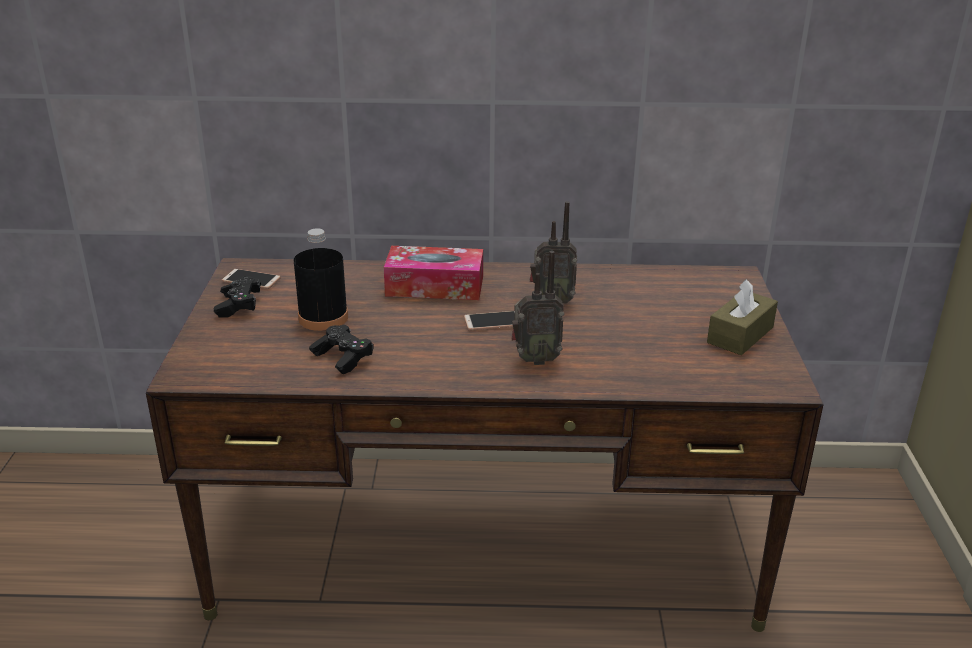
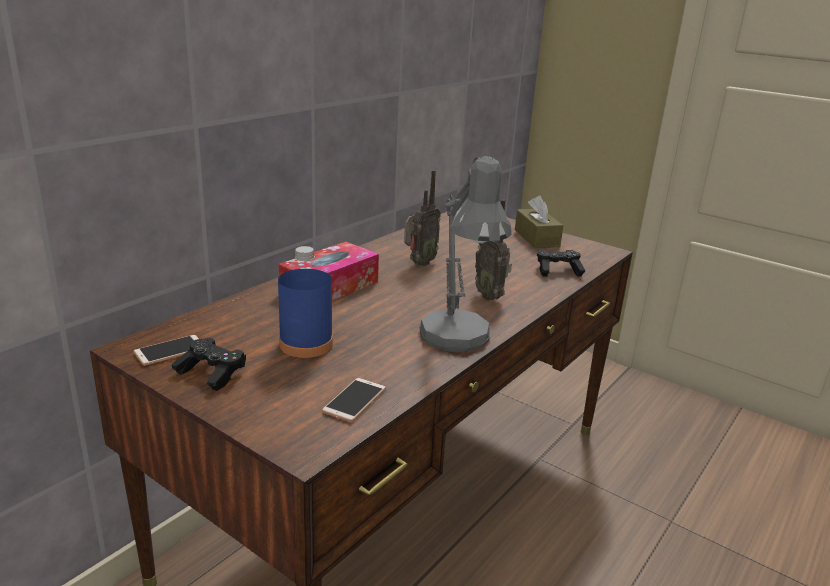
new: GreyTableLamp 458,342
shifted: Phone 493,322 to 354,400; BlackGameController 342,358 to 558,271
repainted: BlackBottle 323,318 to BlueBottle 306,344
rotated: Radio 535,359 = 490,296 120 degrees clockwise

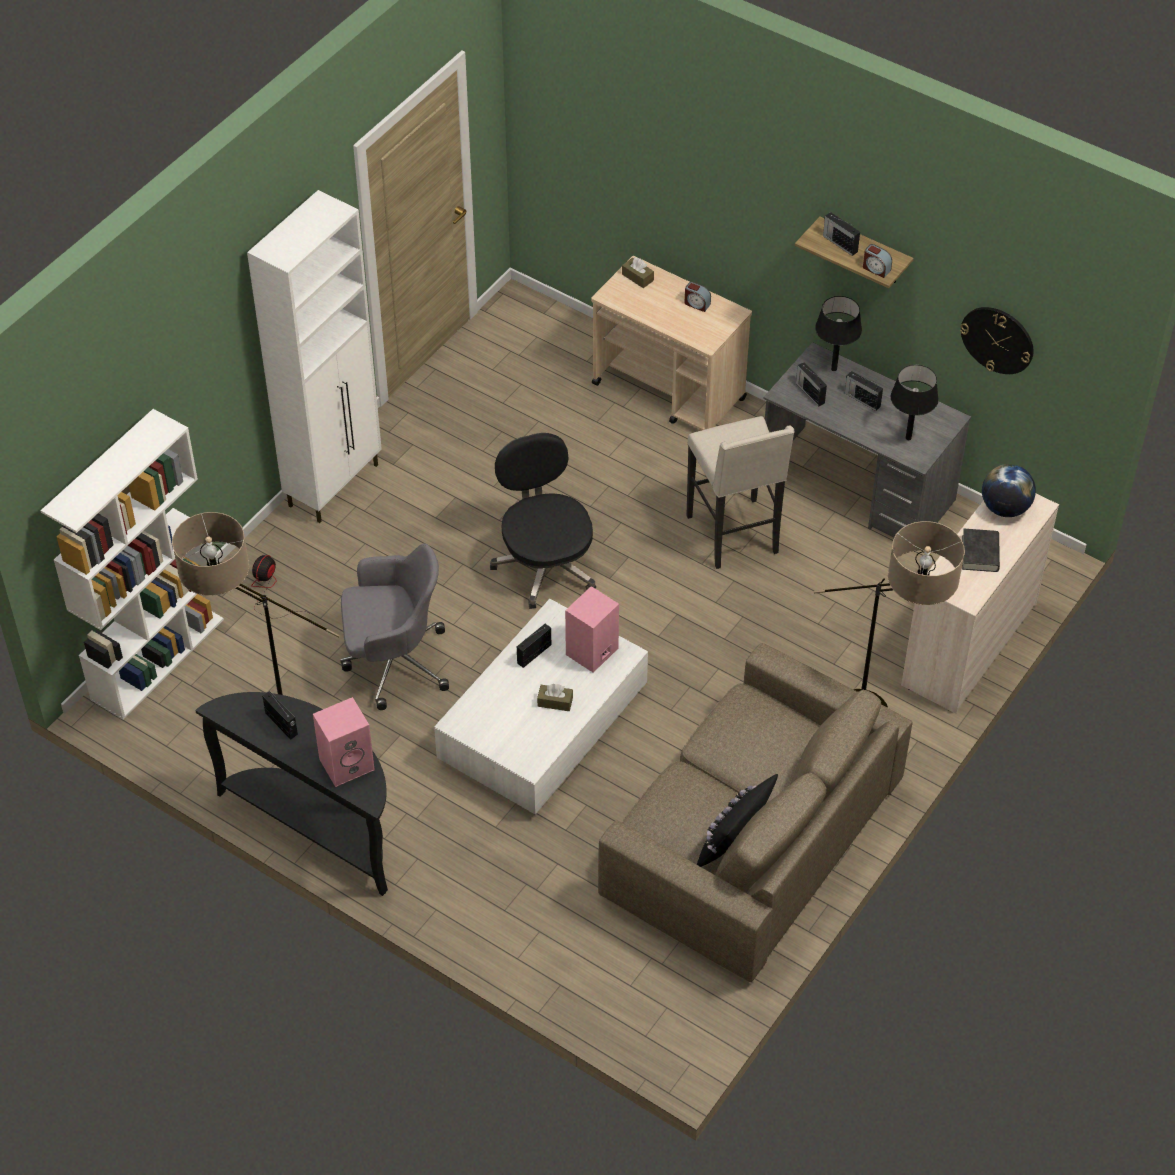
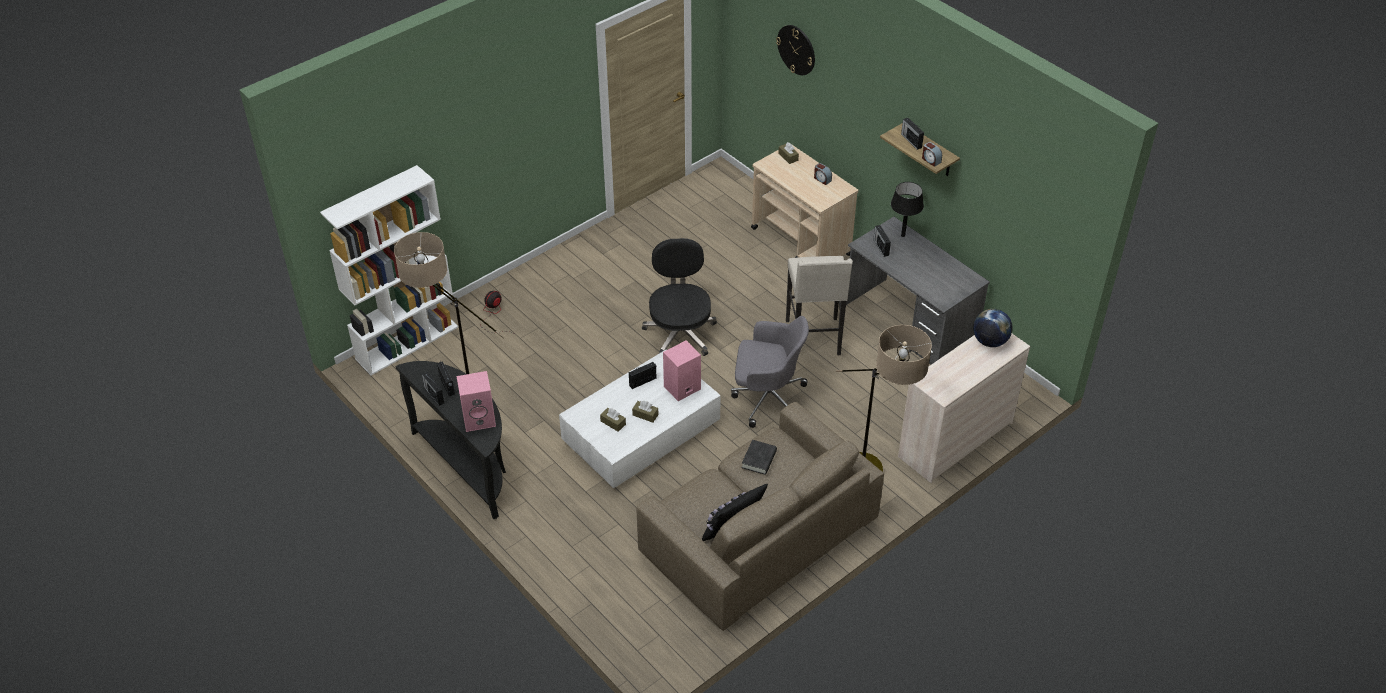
gone: WhiteCabinet 334,484; BlackTableLamp 908,438
new: BrownTissueBox 613,423
shifted: Radio 862,399 to 434,395; GreyOfficeChair 394,662 to 767,398; BlackBook 980,553 to 759,459; WallClock 997,339 to 796,49

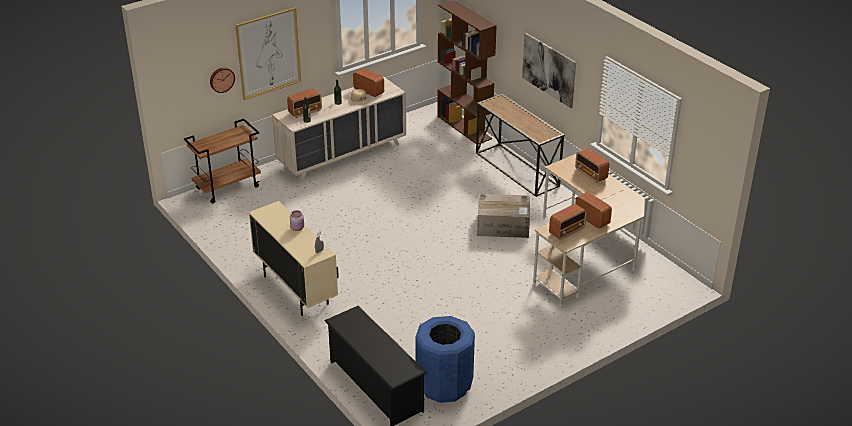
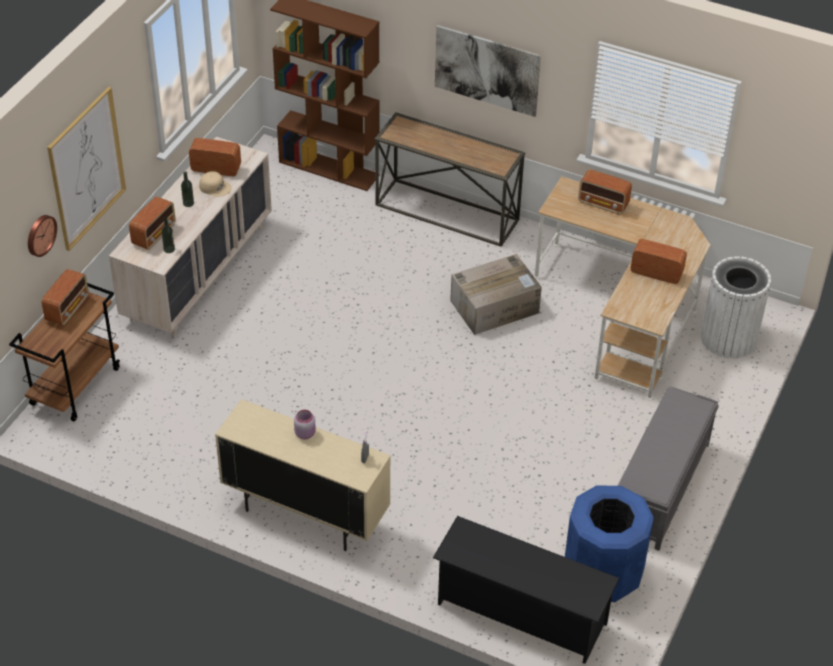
new: GreyBench 660,488; WhiteTrashCan 728,338
shifted: Radio 567,231 to 68,309

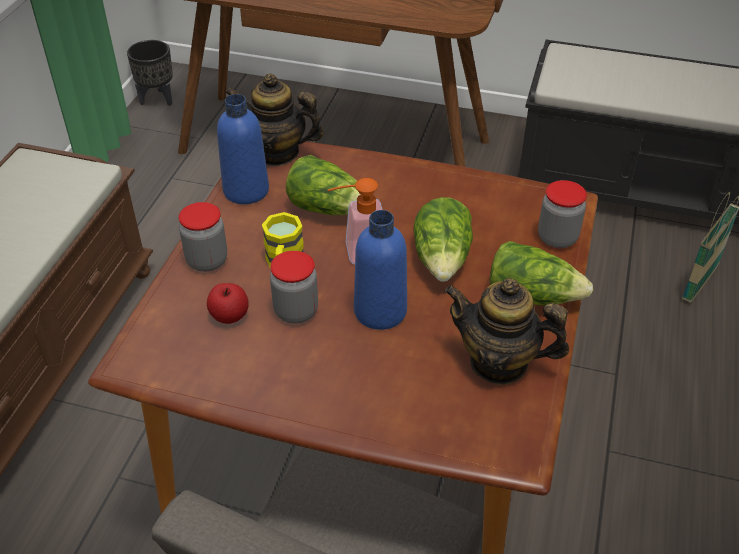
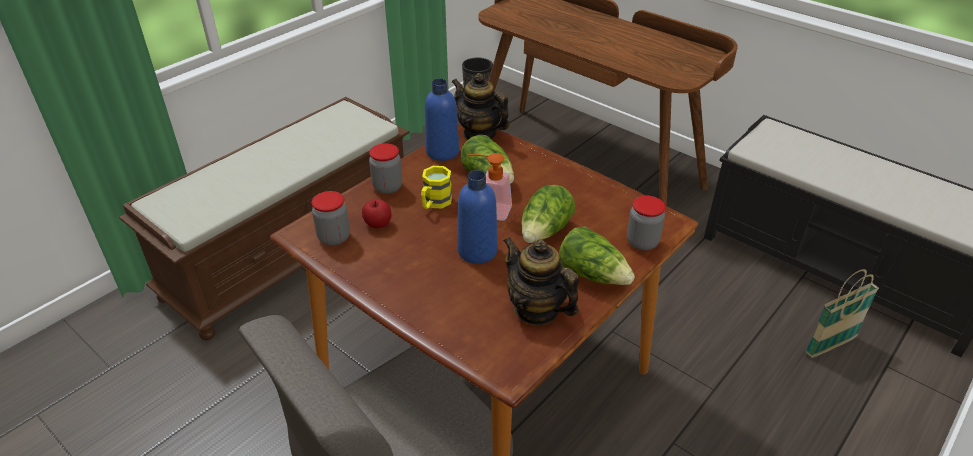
shifted: Jar 296,311 to 334,237

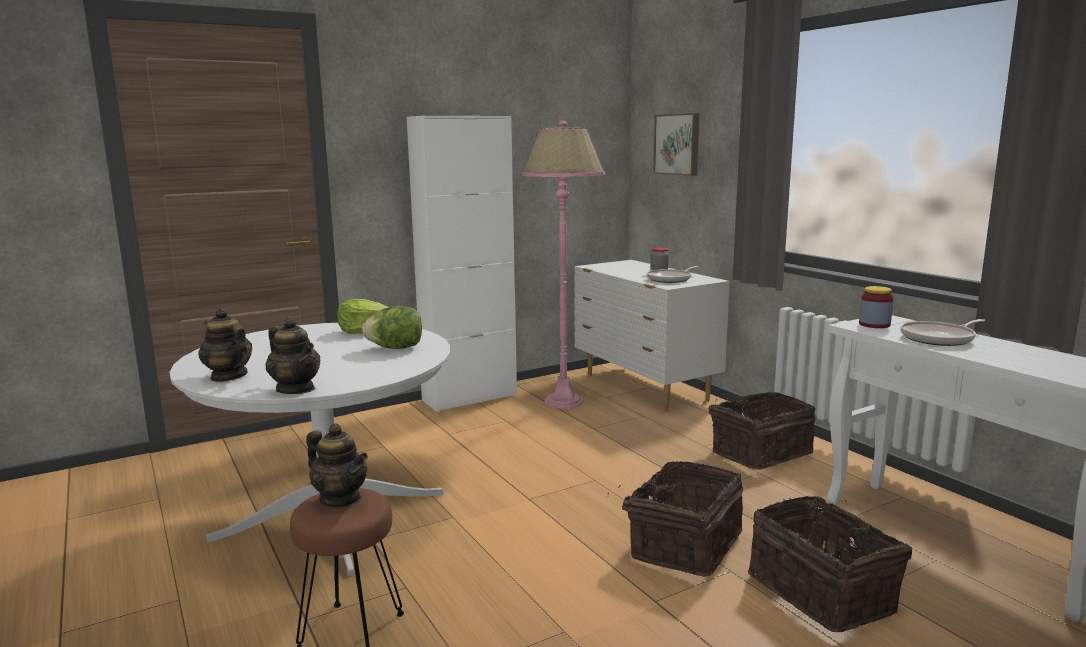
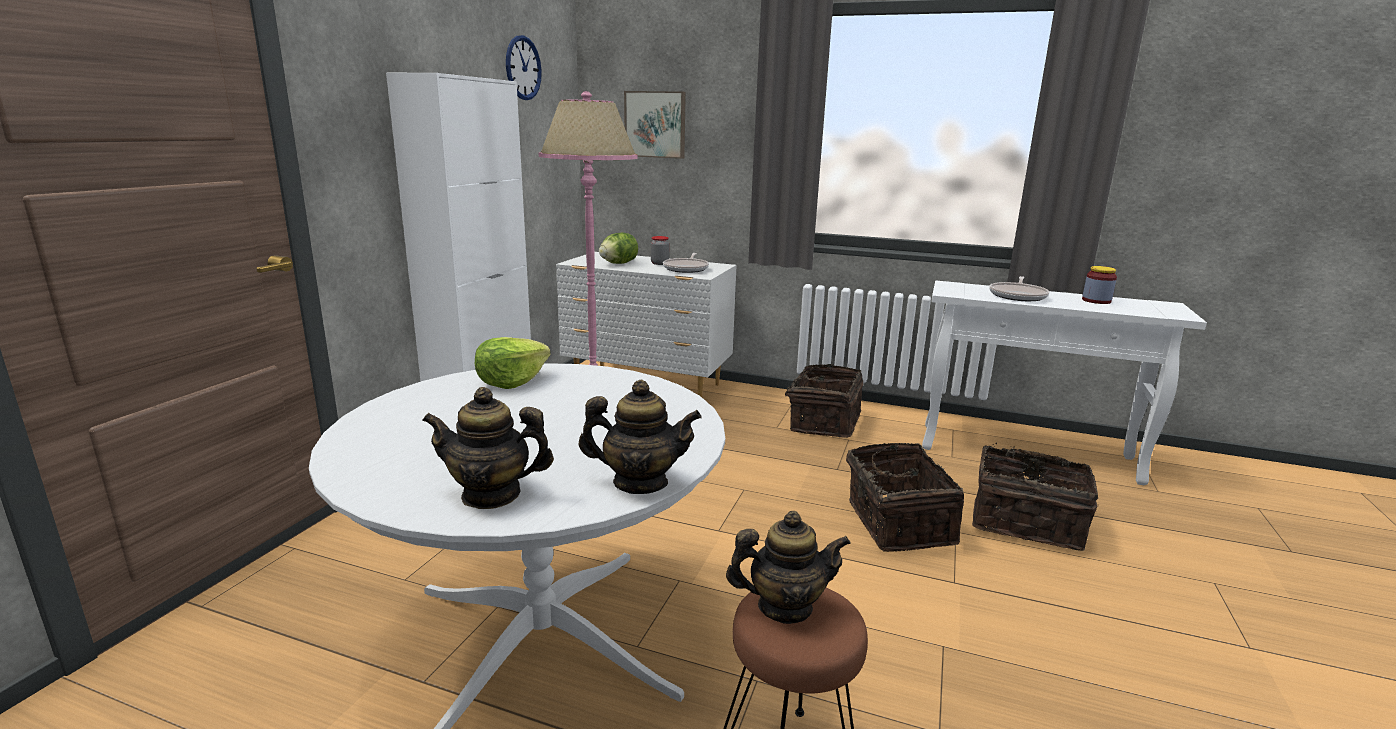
new: WallClock 523,68
shifted: Lettuce 396,348 to 618,263; Jar 874,324 to 1096,301

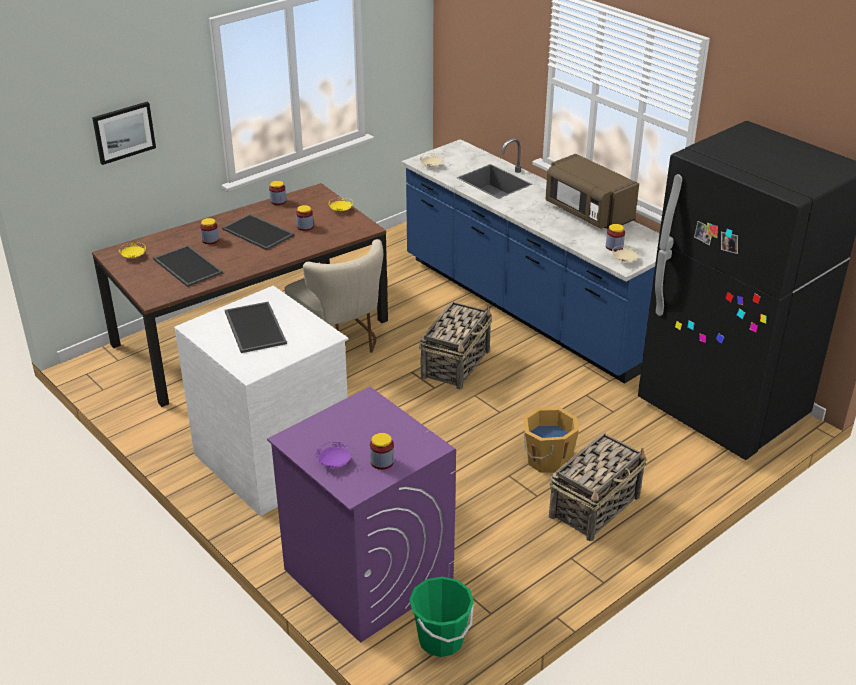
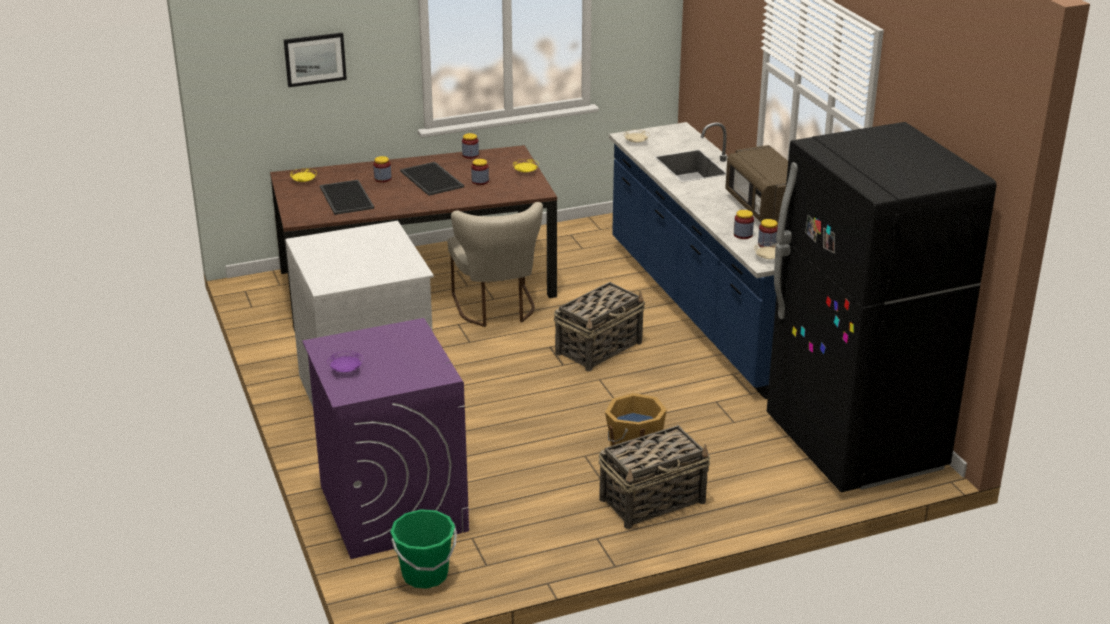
gone: Tray 253,327
shifted: Jar 382,462 to 743,235

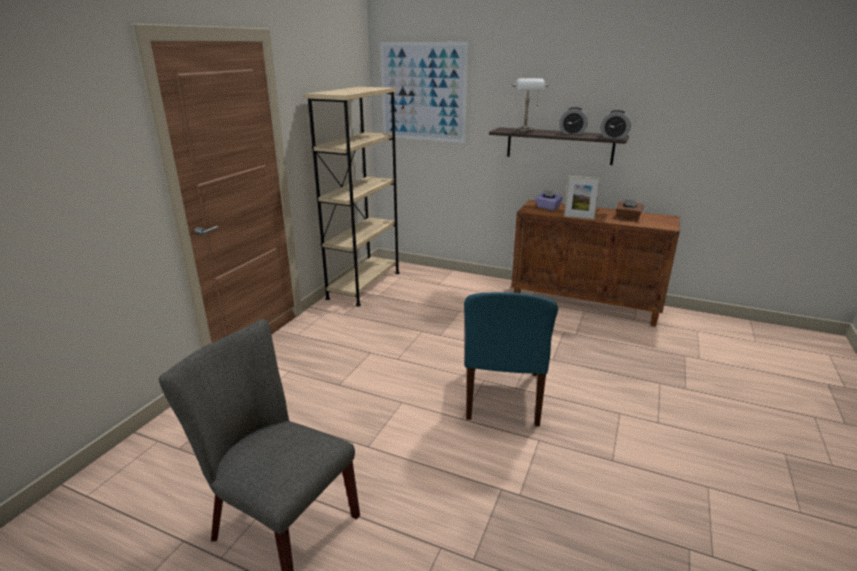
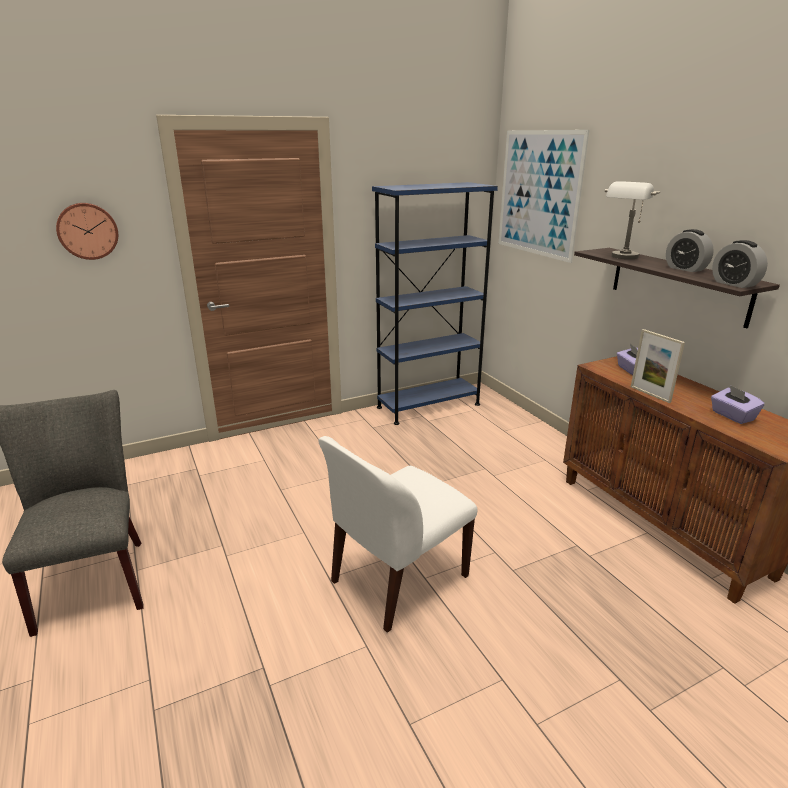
new: WallClock 87,231
repainted: BlueChair 502,397 to WhiteChair 397,580; BeigeBookcase 364,285 to BlueBookcase 428,406; BrownTissueBox 628,218 to PurpleTissueBox 732,416

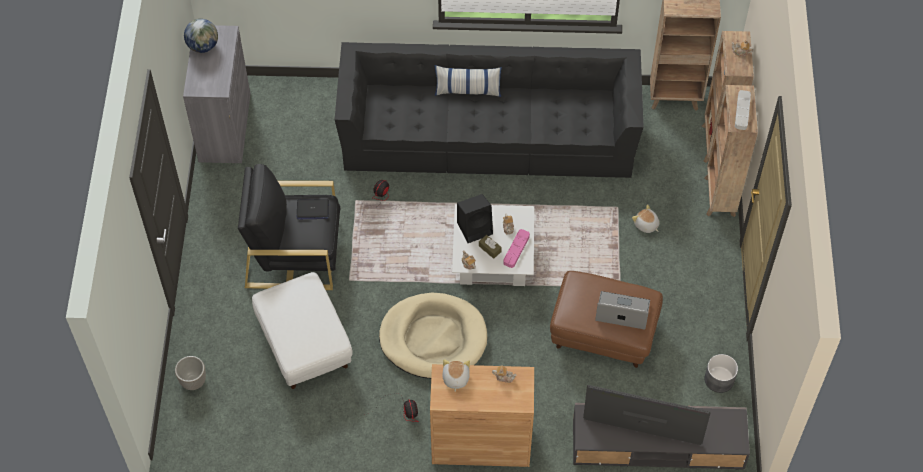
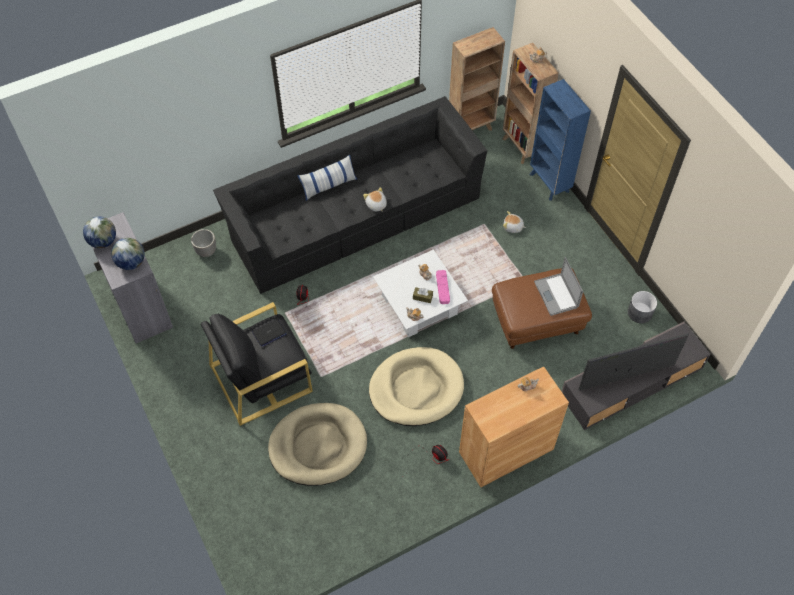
gone: BlackSpeaker 475,227; GreyTray 742,111
new: Globe 131,262
shifted: Planter 194,381 to 206,251; PlushToy 455,378 to 376,205
swapped: WhiteOttoman 304,344 to BeigeDogBed 318,446
repainted: BrownBookcase 719,197 to BlueBookcase 549,183
rotated: Laptop 622,311 = 556,294 90 degrees counterclockwise

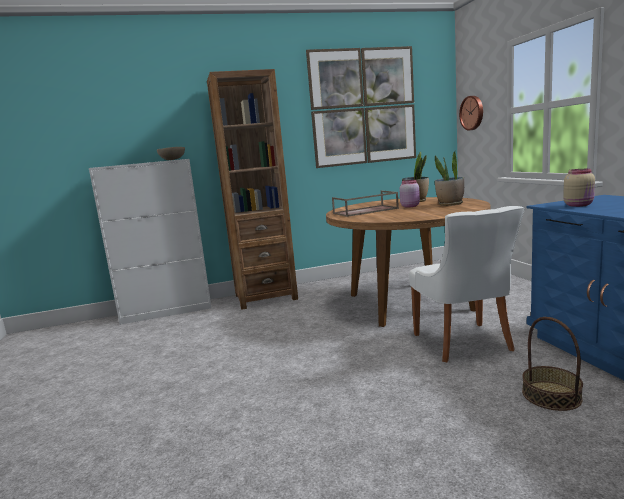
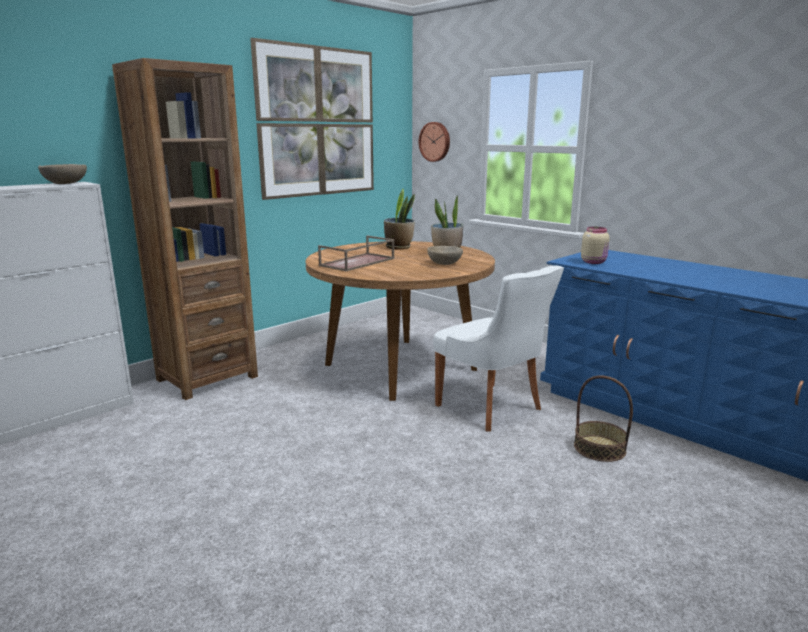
gone: PinkJar 410,206
new: BeigeBowl 444,264

